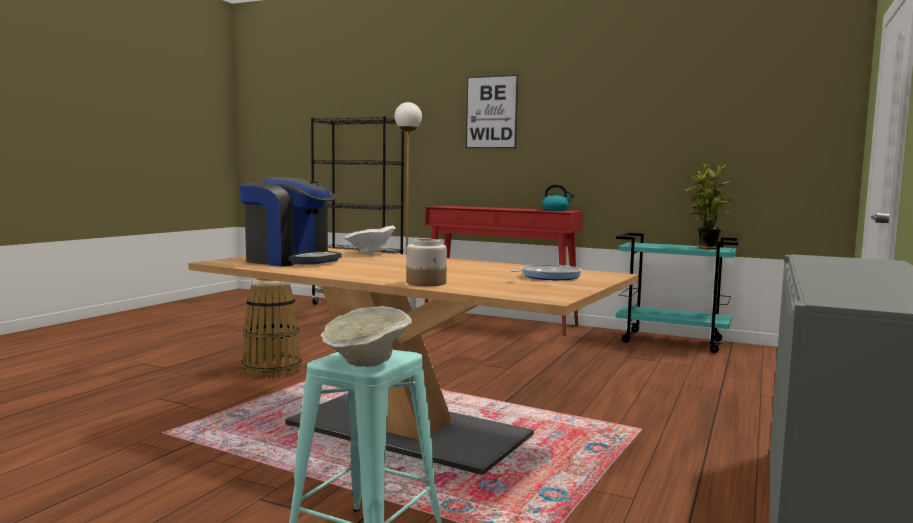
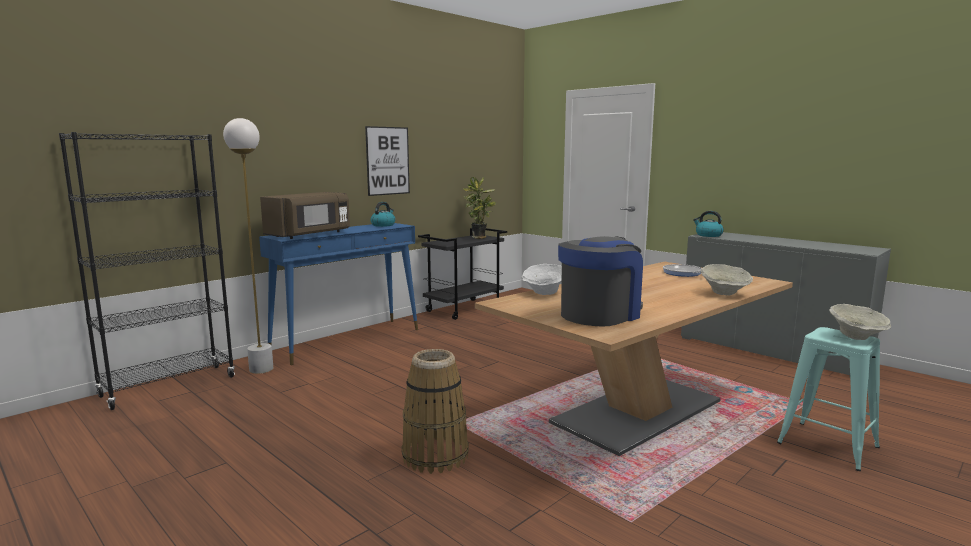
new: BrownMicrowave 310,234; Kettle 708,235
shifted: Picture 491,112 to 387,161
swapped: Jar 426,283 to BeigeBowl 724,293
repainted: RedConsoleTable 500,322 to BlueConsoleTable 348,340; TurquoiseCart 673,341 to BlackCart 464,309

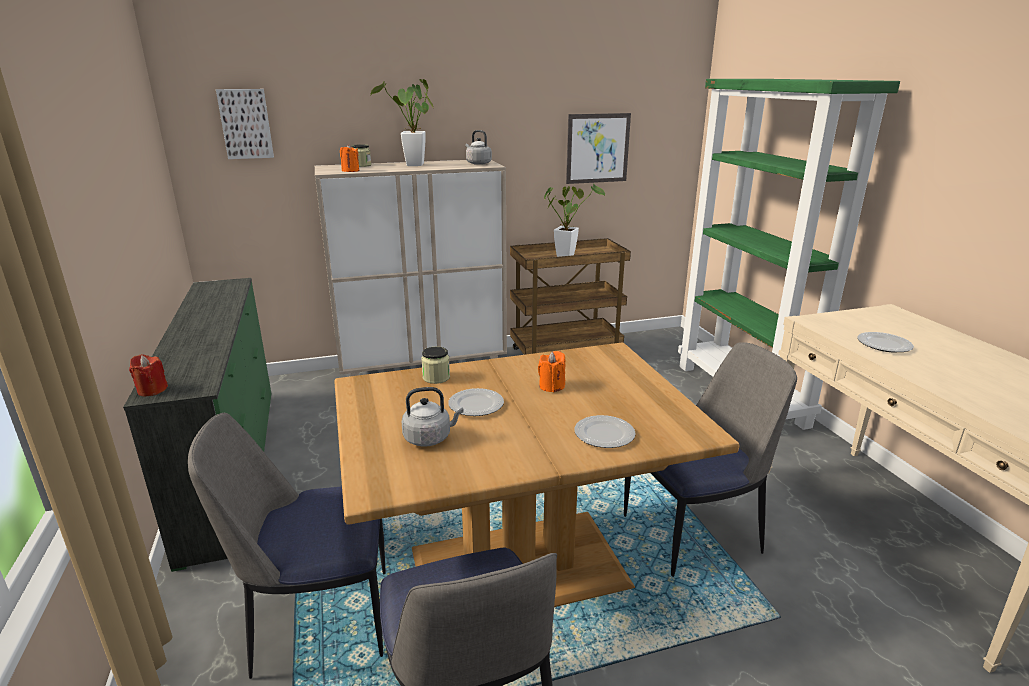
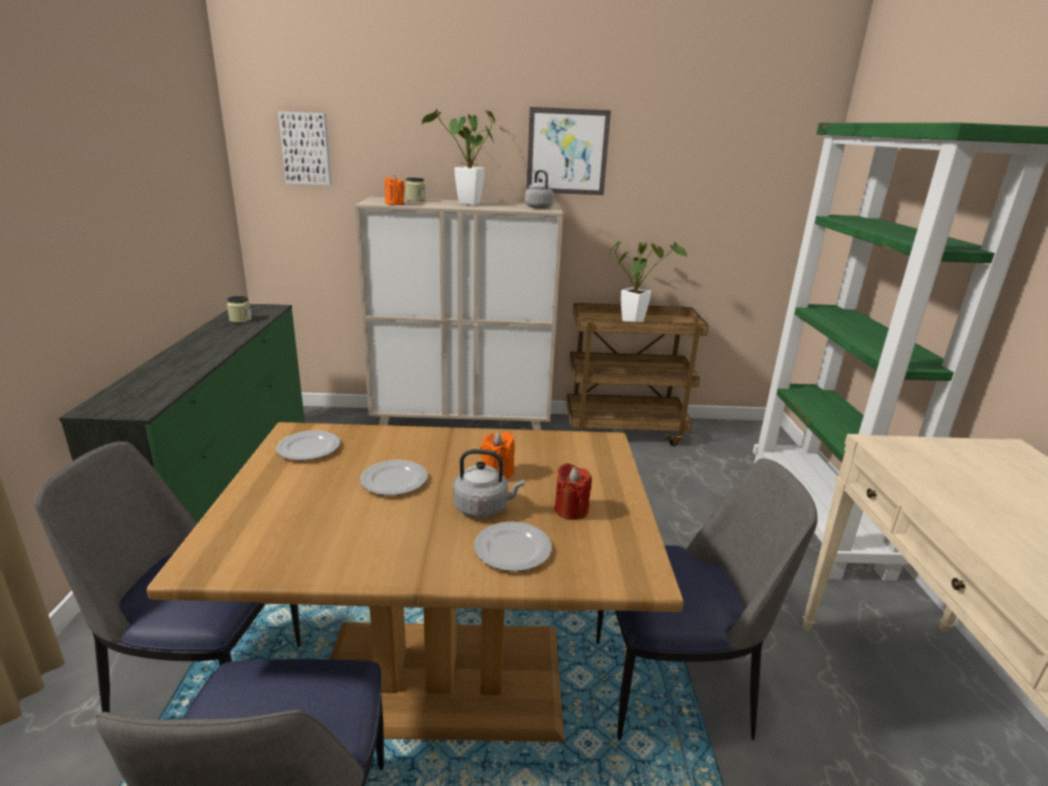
shifted: Jar 436,377 to 240,319; Plate 884,345 to 309,449; GreyKettle 430,438 to 484,508; Picture 597,148 to 567,152; RedCandle 152,390 to 571,510

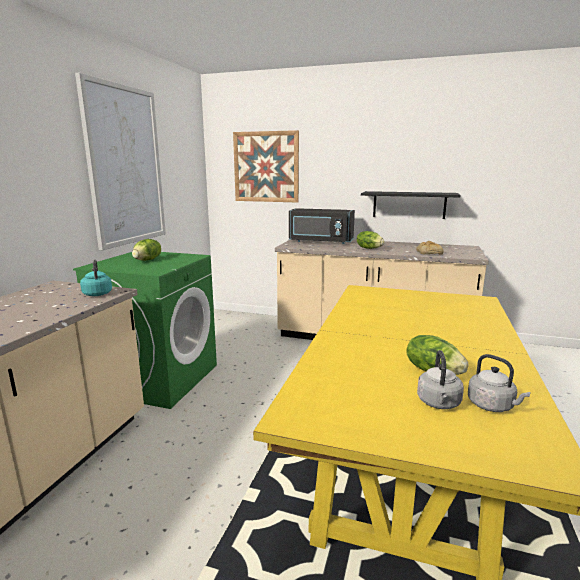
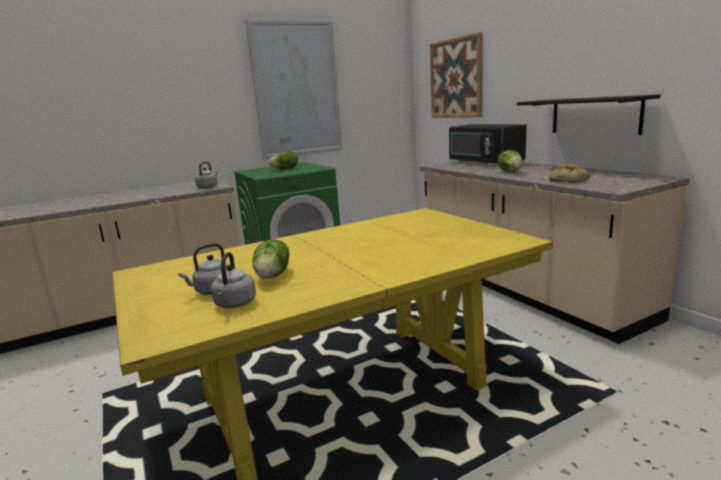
repainted: TurquoiseKettle 97,293 to GreyKettle 208,187

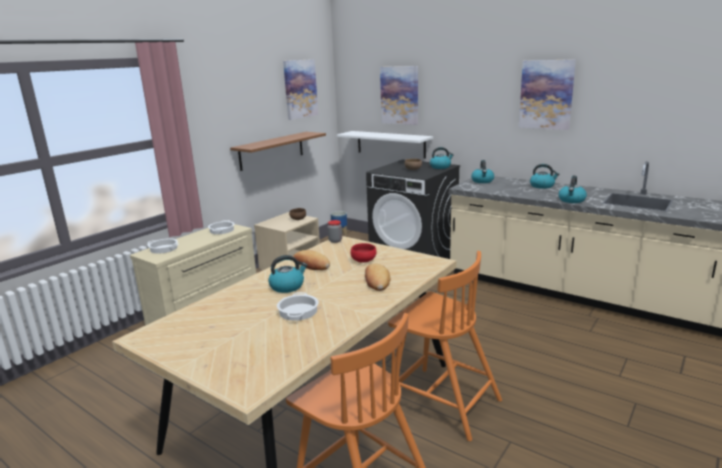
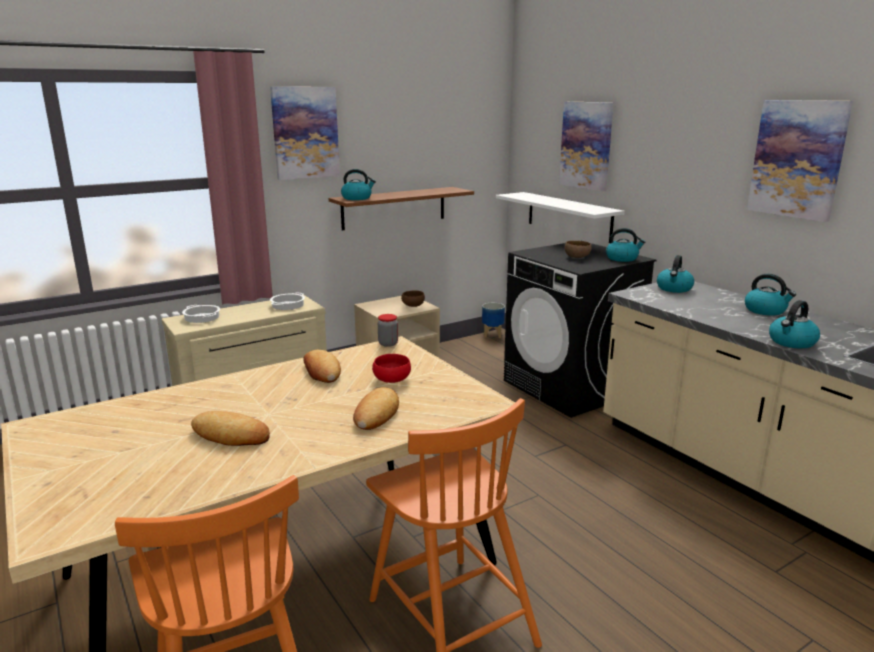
shifted: Picture 300,89 to 305,133; Kettle 287,286 to 357,198
swapped: CookingPot 298,311 to Bread 231,435

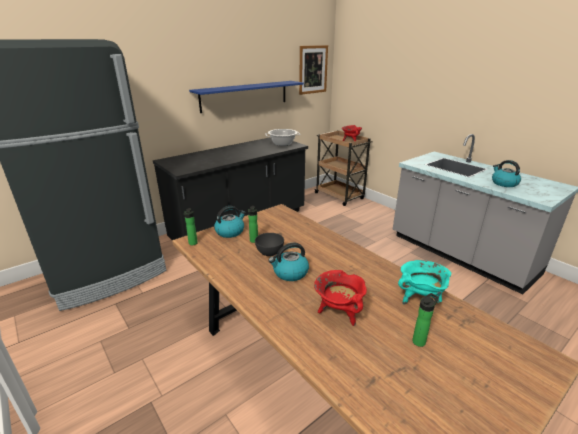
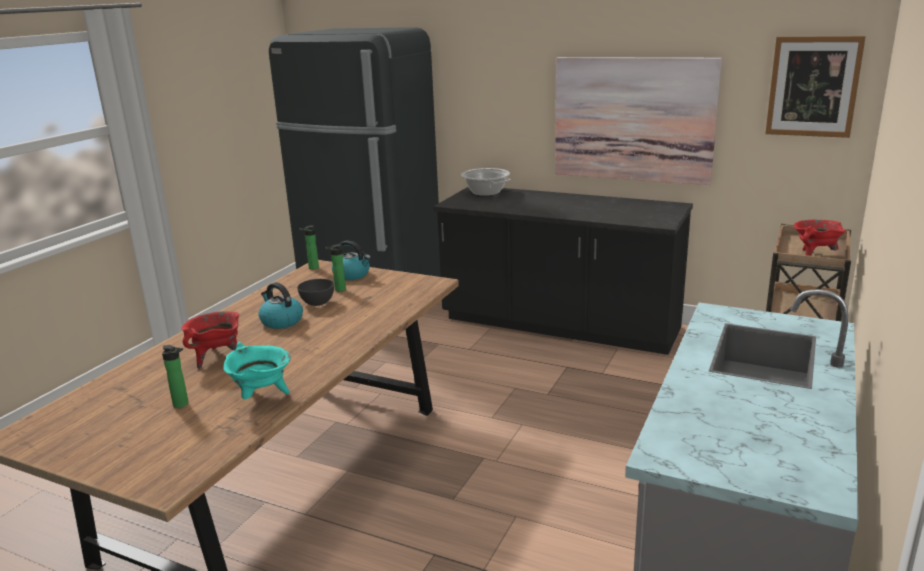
gone: Kettle 503,183
shifted: CookingPot 282,144 to 485,192
swapped: BlueShelf 245,96 to Picture 633,119

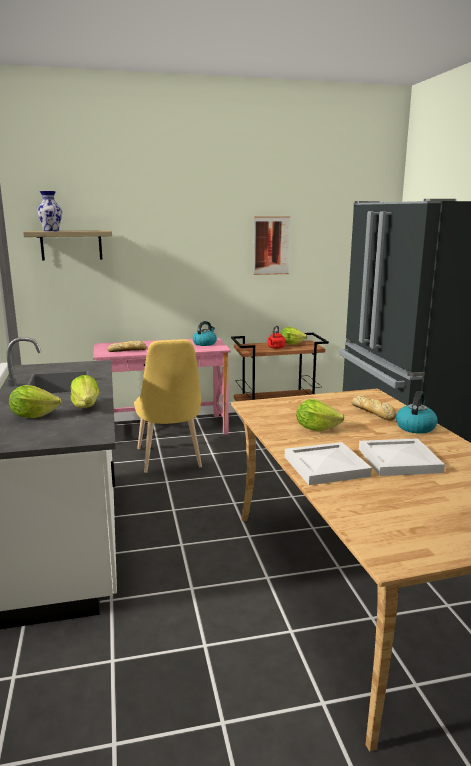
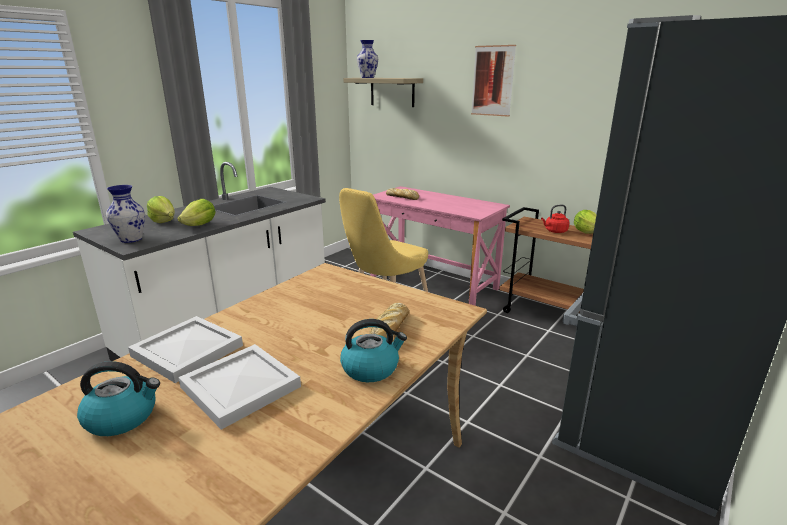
gone: Lettuce 316,428
new: Vase 130,239
shifted: Kettle 205,343 to 123,417; Picture 271,245 to 492,81

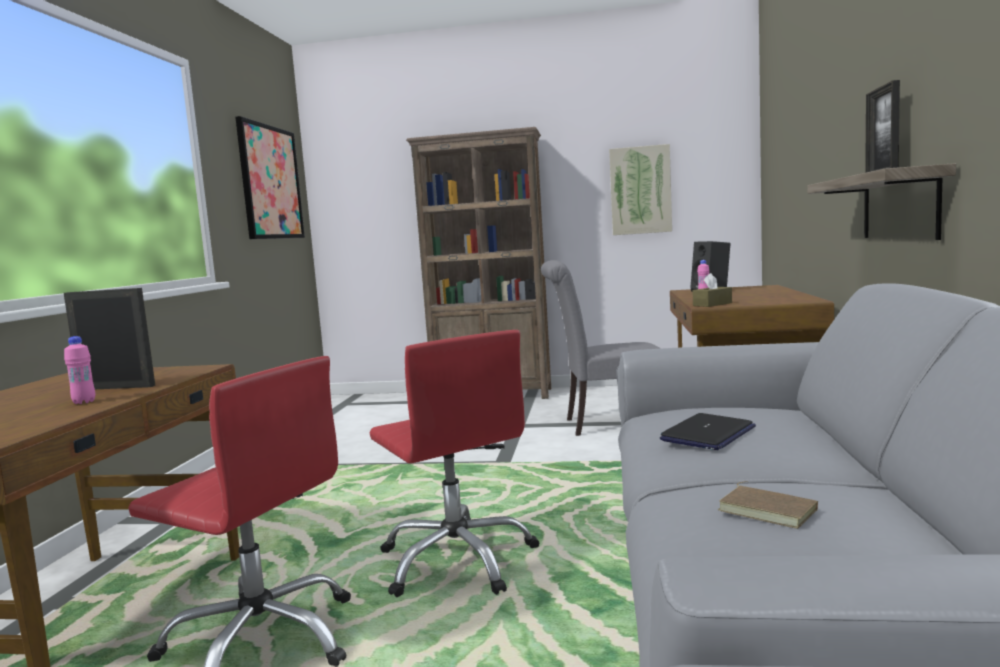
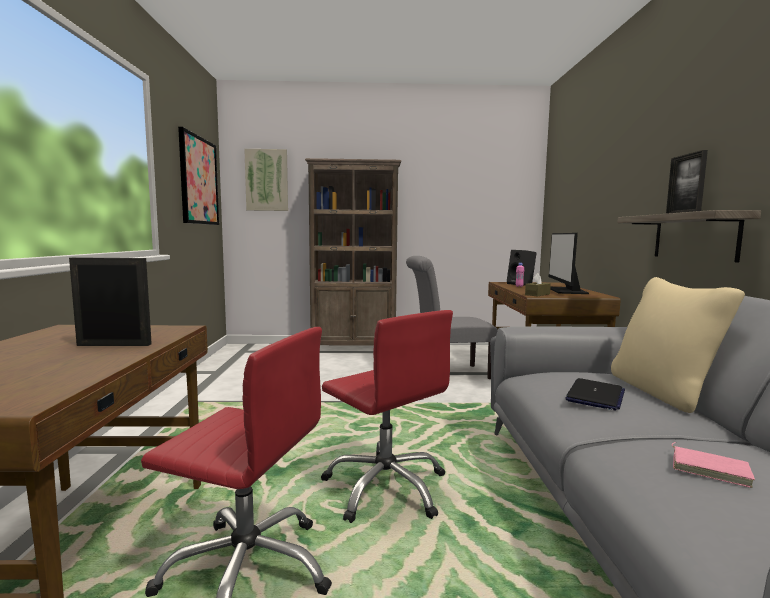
gone: PinkBottle 84,402
new: Monitor 565,290; BeigePillow 662,392
shifted: Picture 640,190 to 267,180
repainted: BrownBook 769,510 to PinkBook 710,468

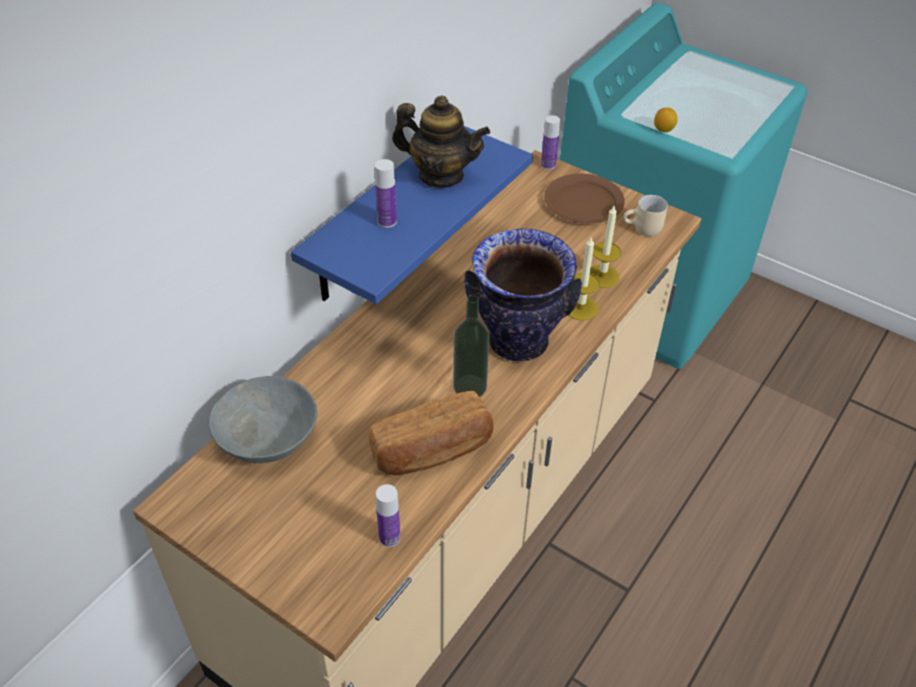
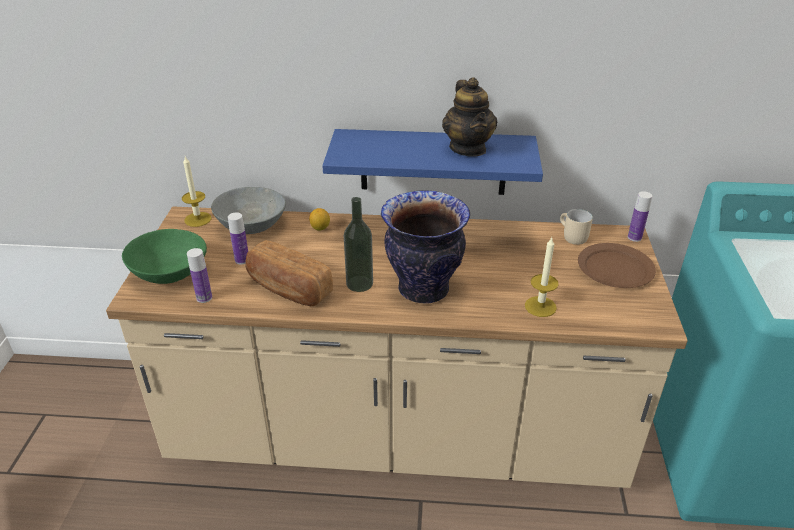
new: GreenBowl 168,273
shifted: Candle 580,308 to 198,219; Bottle 387,221 to 242,260; Lemon 663,129 to 320,228; BeigeMug 643,230 to 571,237

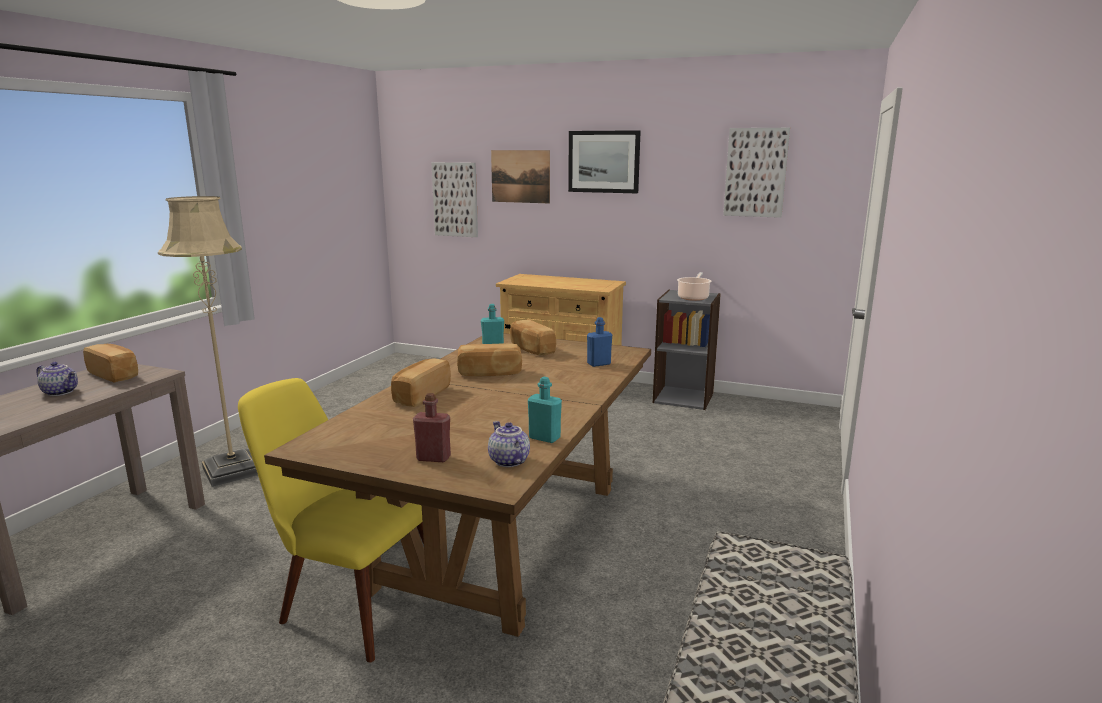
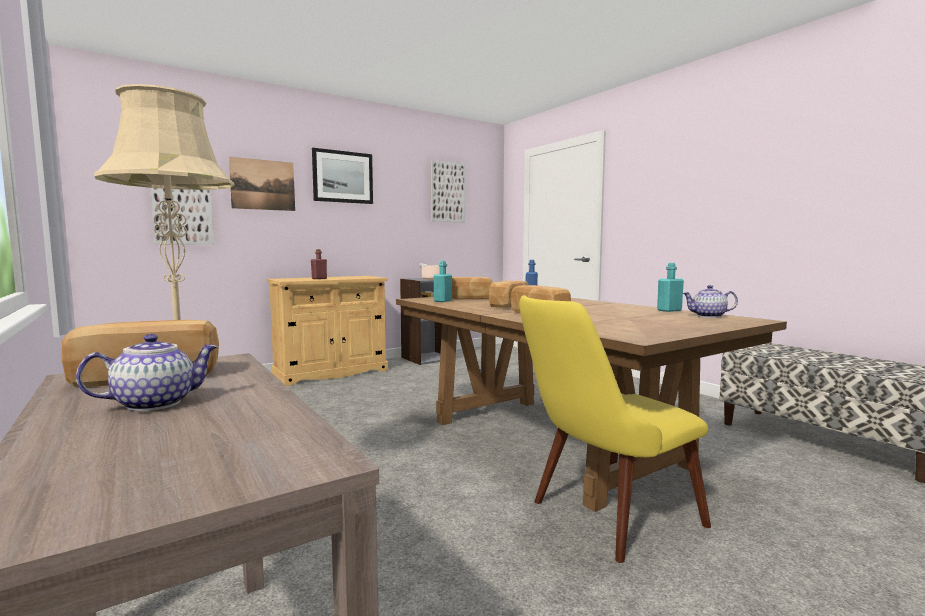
shifted: RedBottle 433,458 to 319,278

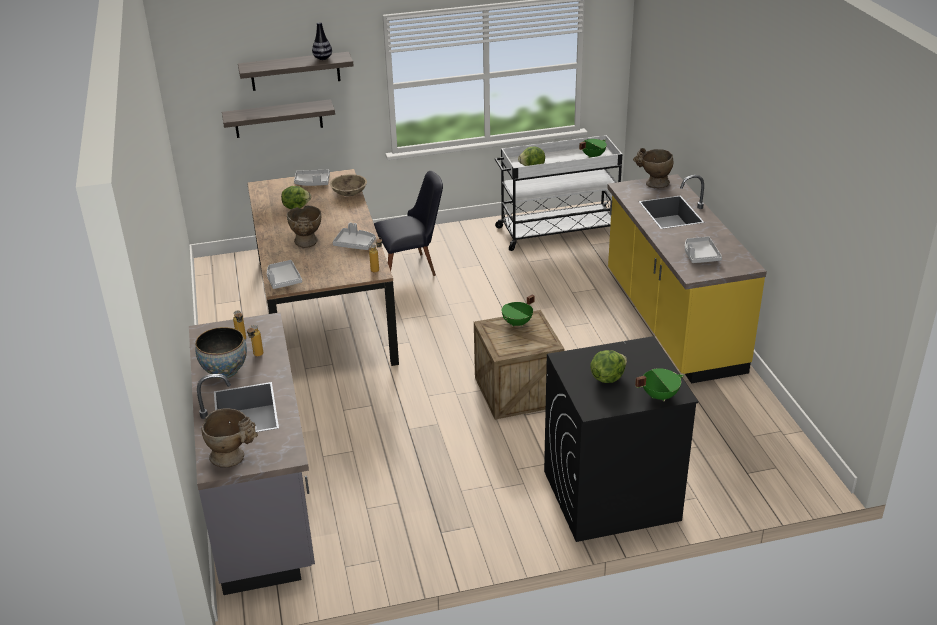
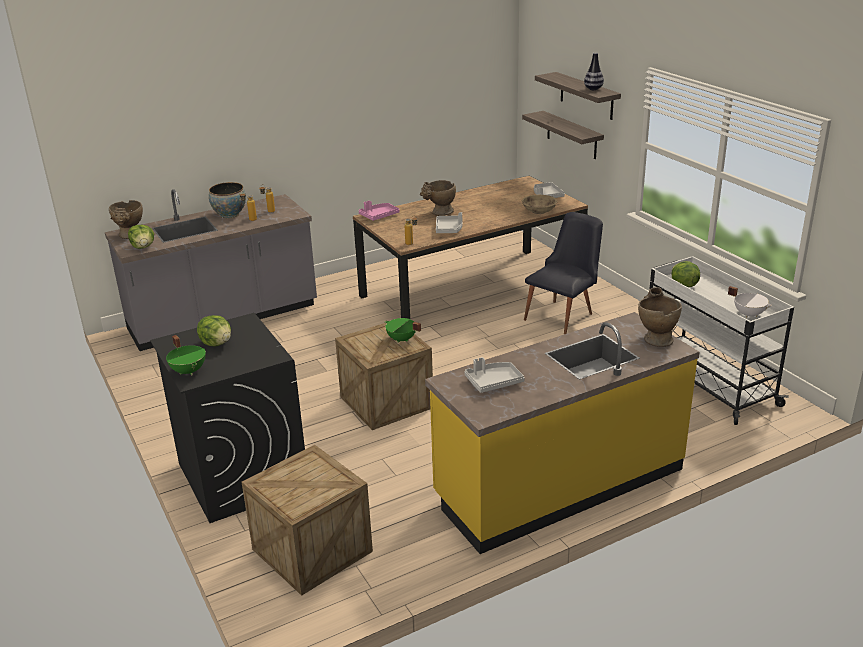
new: Crate 312,550
shifted: Lettuce 296,207 to 143,247
repainted: GreyTray 283,280 to PinkTray 379,216; GreenCookingPot 592,156 to WhiteCookingPot 749,314
rotated: BlackChair 411,268 = 563,315 105 degrees counterclockwise

